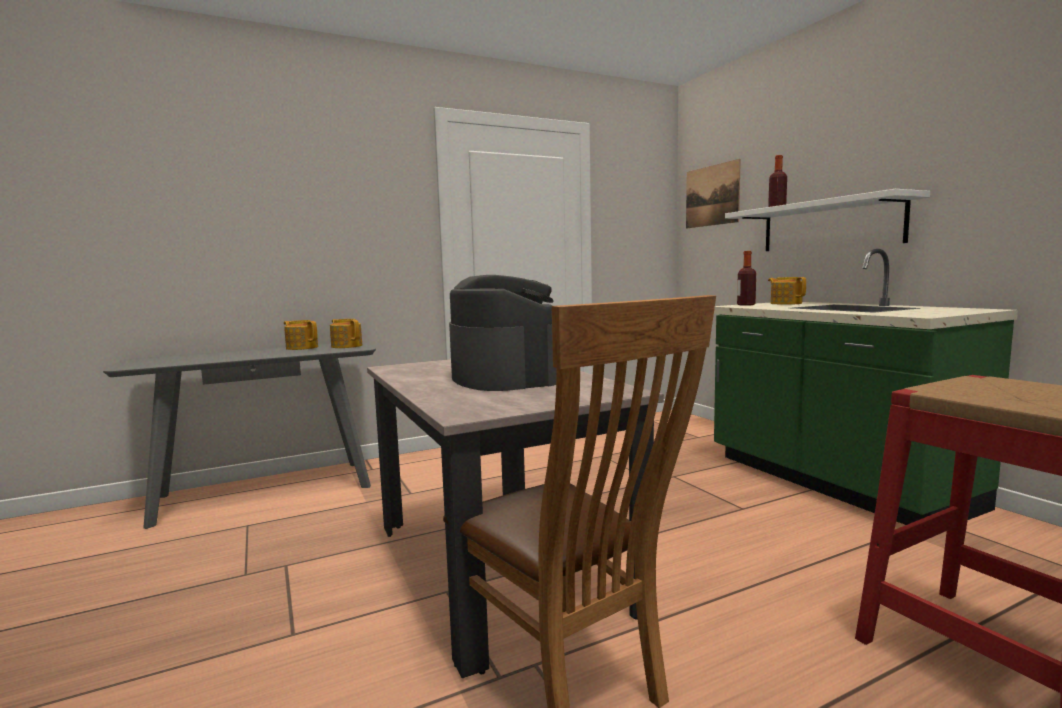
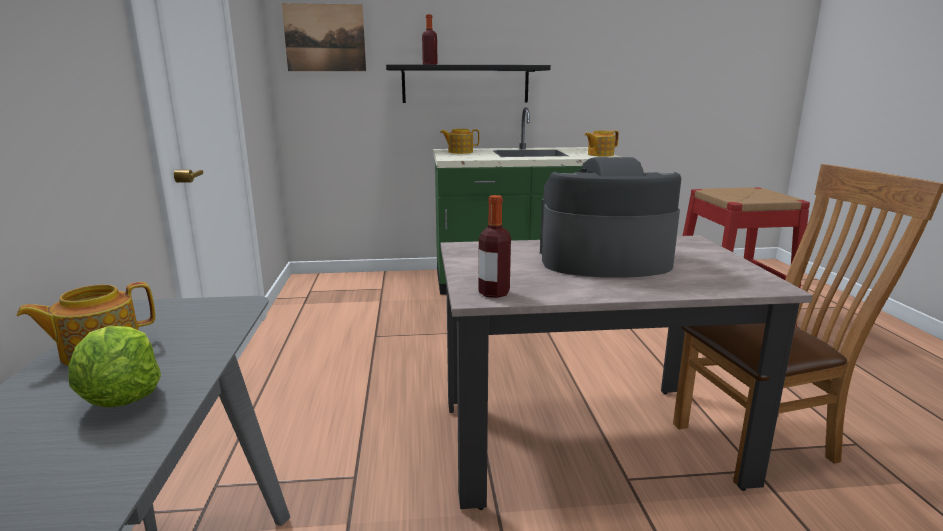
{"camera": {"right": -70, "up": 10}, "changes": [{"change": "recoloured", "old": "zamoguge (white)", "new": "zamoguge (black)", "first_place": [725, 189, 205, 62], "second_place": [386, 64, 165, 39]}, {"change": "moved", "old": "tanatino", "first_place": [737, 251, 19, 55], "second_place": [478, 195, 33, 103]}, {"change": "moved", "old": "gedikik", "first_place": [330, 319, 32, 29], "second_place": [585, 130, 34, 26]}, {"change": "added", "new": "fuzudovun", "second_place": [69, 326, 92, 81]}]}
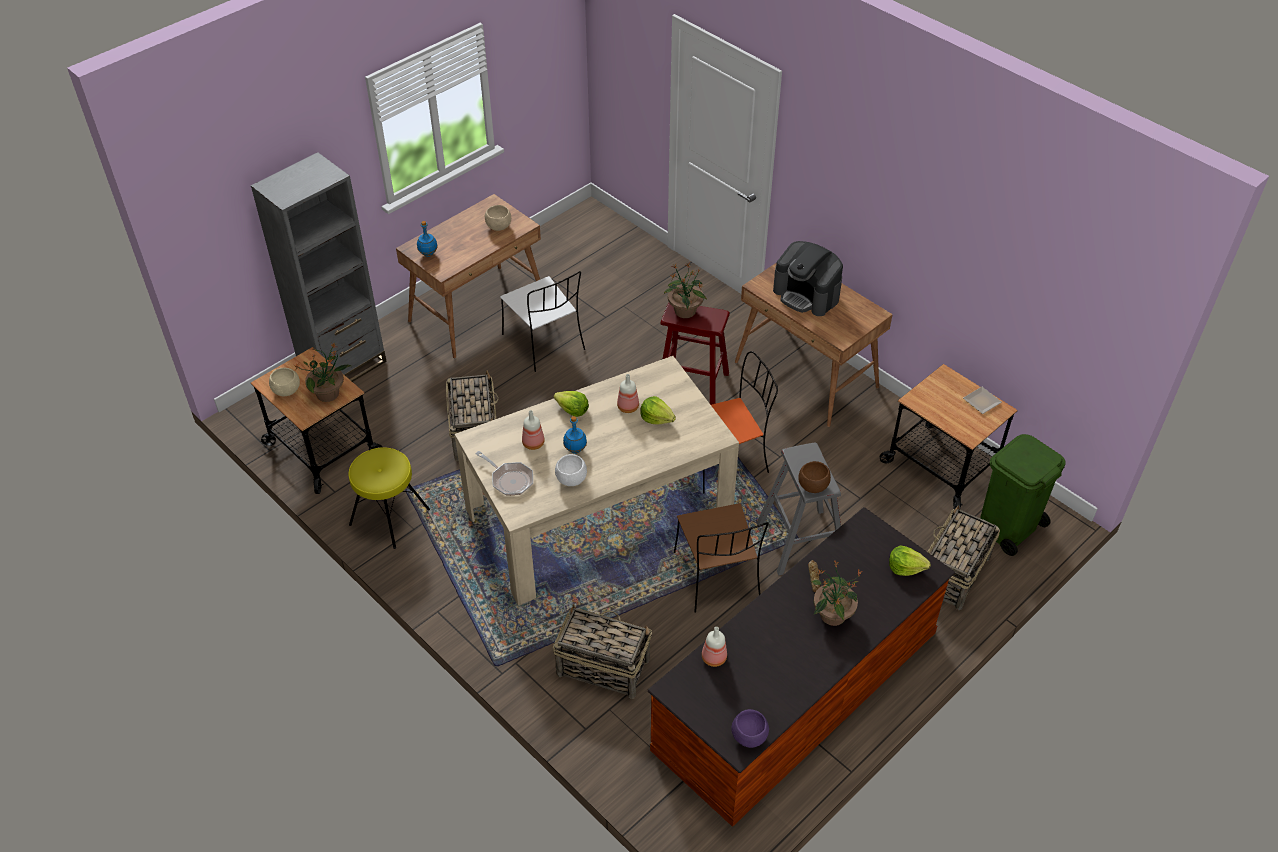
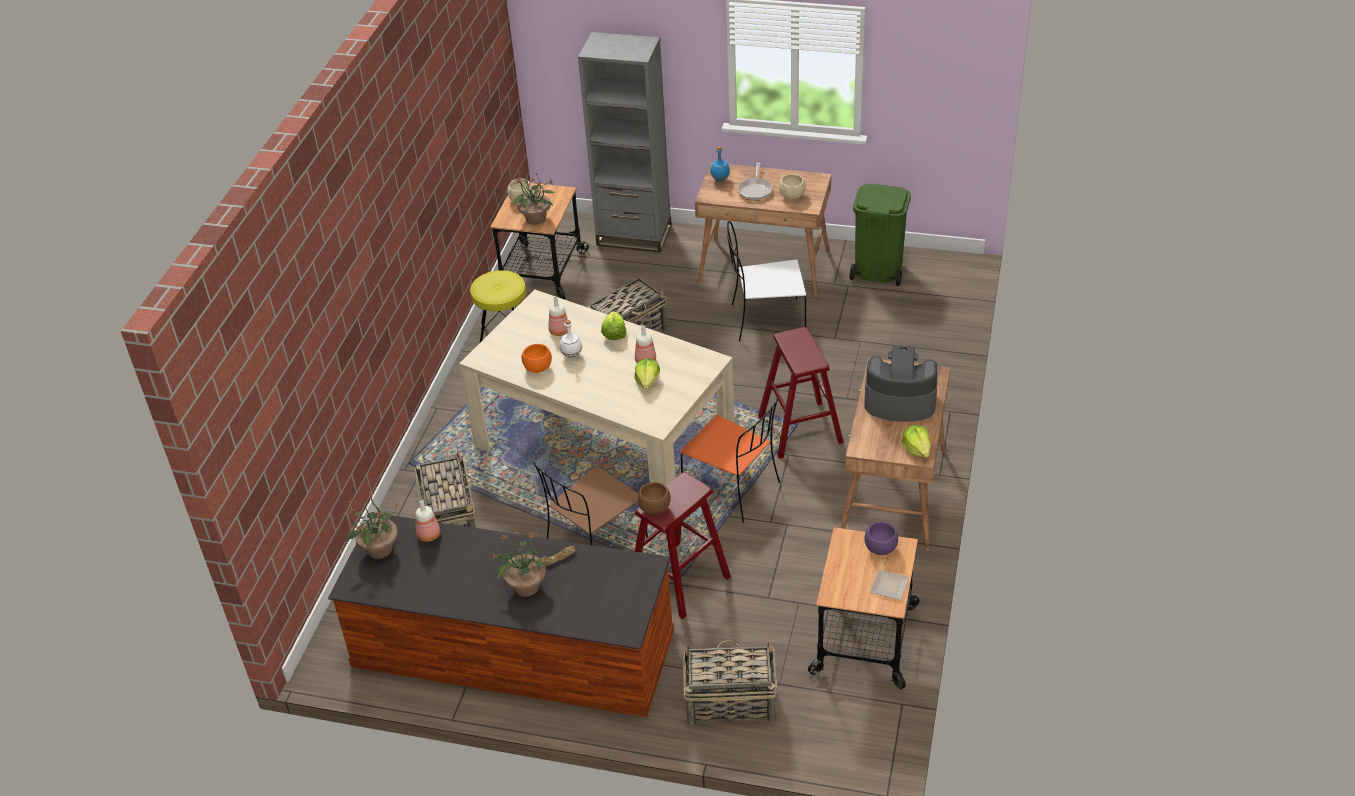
{"camera": {"right": 60, "up": -5}, "changes": [{"change": "turned", "old": "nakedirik", "first_place": [773, 241, 70, 75], "second_place": [864, 346, 74, 76], "degrees": 90}, {"change": "moved", "old": "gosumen", "first_place": [664, 263, 43, 55], "second_place": [344, 492, 54, 67]}, {"change": "turned", "old": "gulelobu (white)", "first_place": [500, 271, 85, 101], "second_place": [727, 221, 79, 121], "degrees": 60}, {"change": "recoloured", "old": "tanatino (blue)", "new": "tanatino (white)", "first_place": [563, 416, 24, 38], "second_place": [560, 320, 22, 38]}, {"change": "moved", "old": "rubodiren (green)", "first_place": [980, 434, 86, 122], "second_place": [850, 184, 61, 102]}, {"change": "recoloured", "old": "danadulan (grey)", "new": "danadulan (red)", "first_place": [757, 443, 84, 133], "second_place": [634, 472, 97, 147]}, {"change": "moved", "old": "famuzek", "first_place": [475, 451, 58, 44], "second_place": [738, 163, 34, 37]}, {"change": "recoloured", "old": "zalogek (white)", "new": "zalogek (orange)", "first_place": [555, 454, 32, 32], "second_place": [521, 344, 31, 29]}, {"change": "moved", "old": "fuzudovun", "first_place": [889, 545, 42, 31], "second_place": [901, 425, 30, 33]}, {"change": "moved", "old": "zalogek (purple)", "first_place": [731, 709, 38, 39], "second_place": [864, 522, 34, 33]}]}
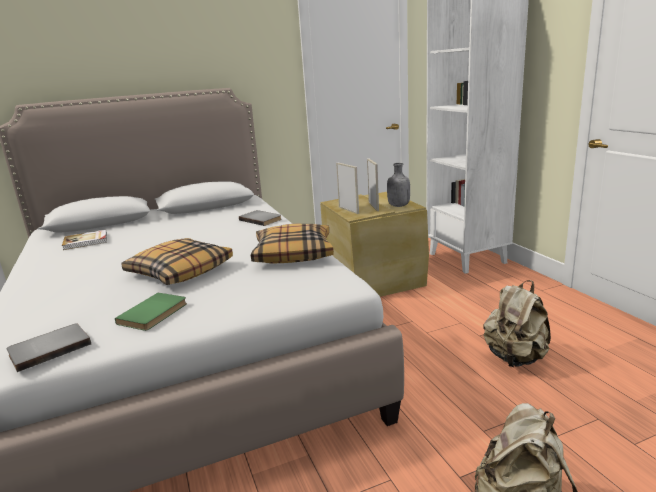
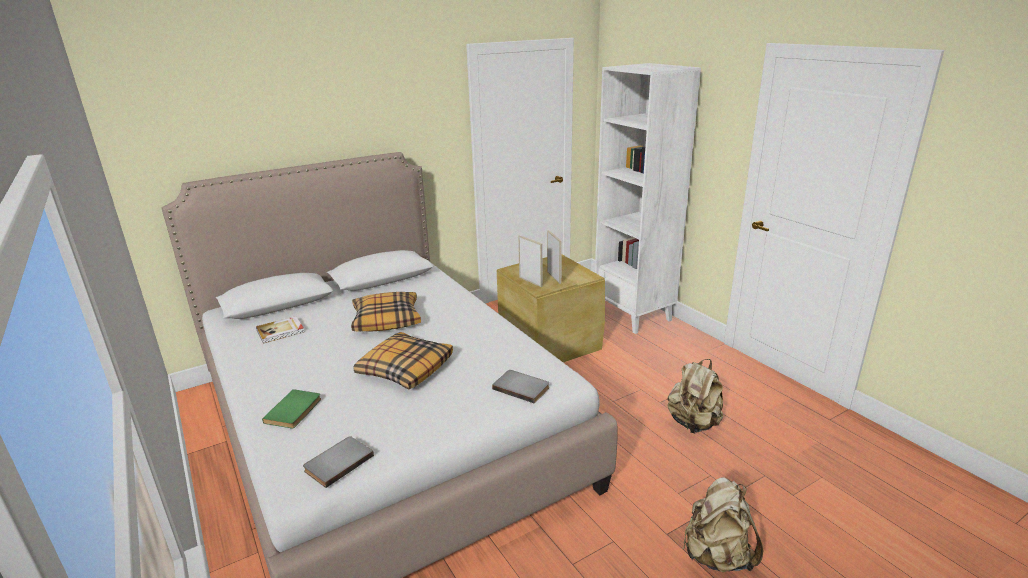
{"camera": {"right": -10, "up": 5}, "changes": [{"change": "removed", "old": "tanatino (grey)", "first_place": [387, 163, 23, 44]}, {"change": "moved", "old": "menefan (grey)", "first_place": [239, 210, 43, 16], "second_place": [492, 370, 57, 34]}, {"change": "moved", "old": "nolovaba", "first_place": [251, 223, 83, 41], "second_place": [351, 292, 70, 40]}, {"change": "moved", "old": "menefan (green)", "first_place": [115, 293, 72, 38], "second_place": [262, 389, 59, 39]}]}
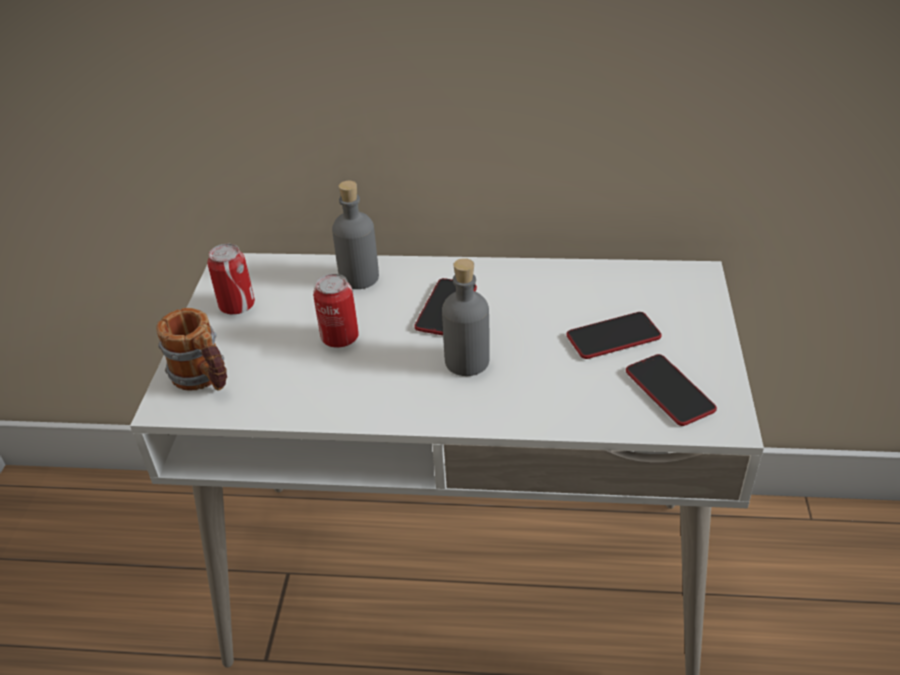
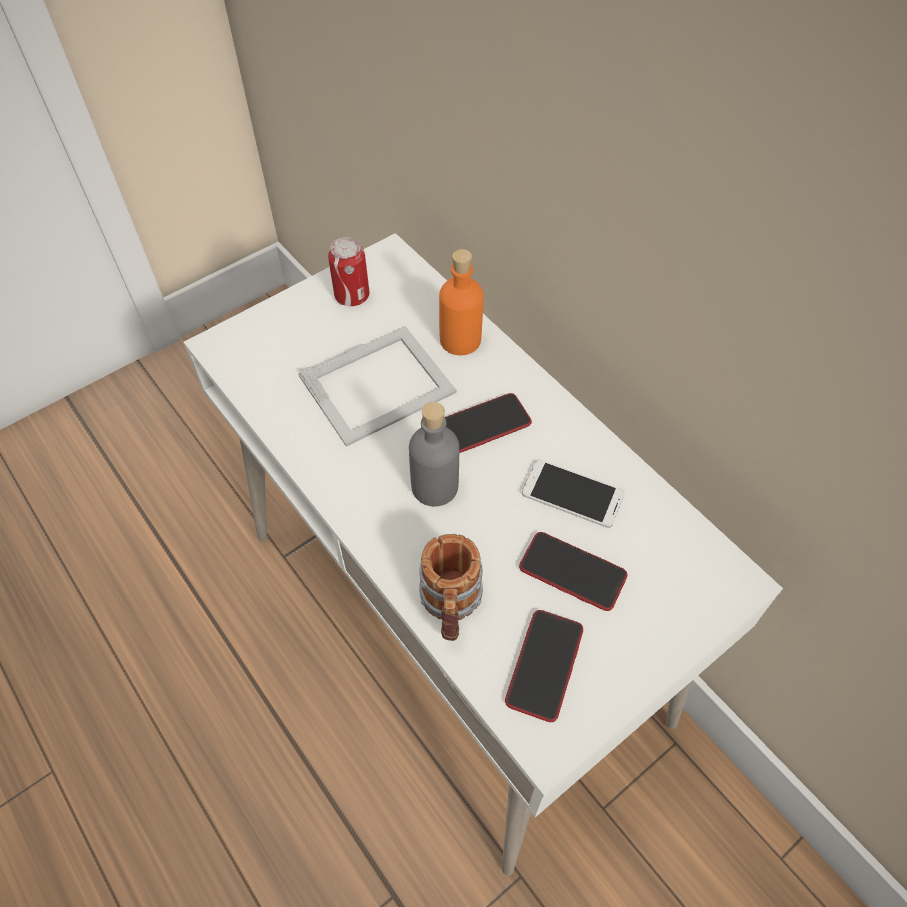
{"camera": {"right": 45, "up": 15}, "changes": [{"change": "recoloured", "old": "tanatino (grey)", "new": "tanatino (orange)", "first_place": [332, 181, 47, 108], "second_place": [439, 249, 45, 106]}, {"change": "replaced", "old": "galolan", "new": "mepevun", "first_place": [313, 274, 46, 74], "second_place": [299, 326, 158, 121]}, {"change": "moved", "old": "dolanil", "first_place": [156, 308, 71, 83], "second_place": [419, 534, 64, 107]}, {"change": "added", "new": "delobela", "second_place": [522, 460, 102, 68]}]}
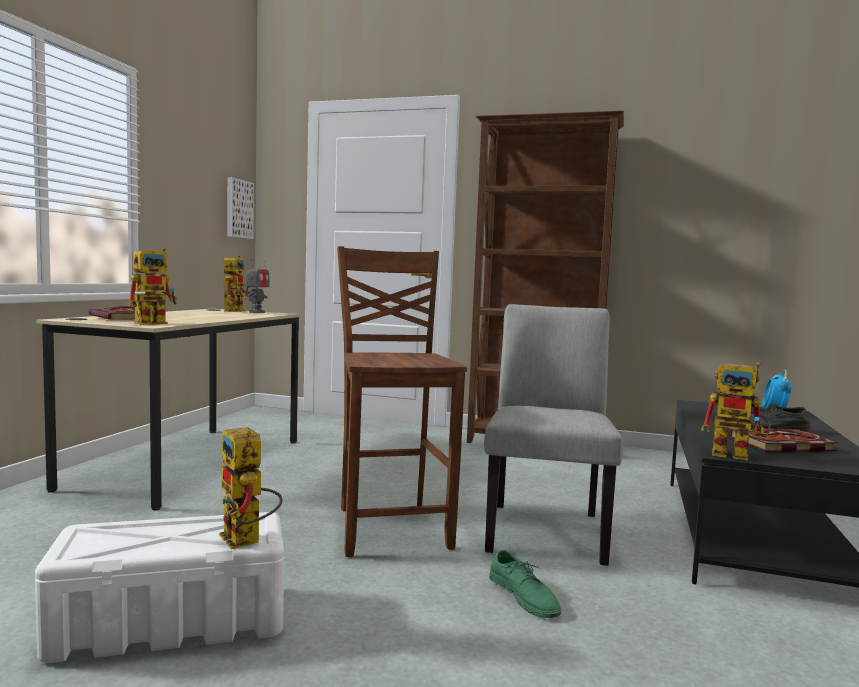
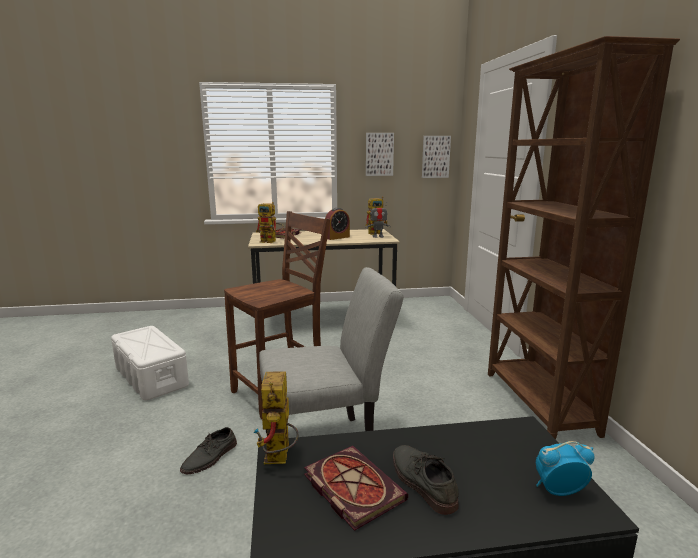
{"camera": {"right": 65, "up": 10}, "changes": [{"change": "removed", "old": "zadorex", "first_place": [219, 427, 63, 122]}, {"change": "recoloured", "old": "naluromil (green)", "new": "naluromil (grey)", "first_place": [489, 550, 72, 68], "second_place": [180, 427, 57, 47]}, {"change": "added", "new": "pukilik", "second_place": [366, 133, 28, 43]}, {"change": "added", "new": "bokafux", "second_place": [325, 208, 25, 32]}]}
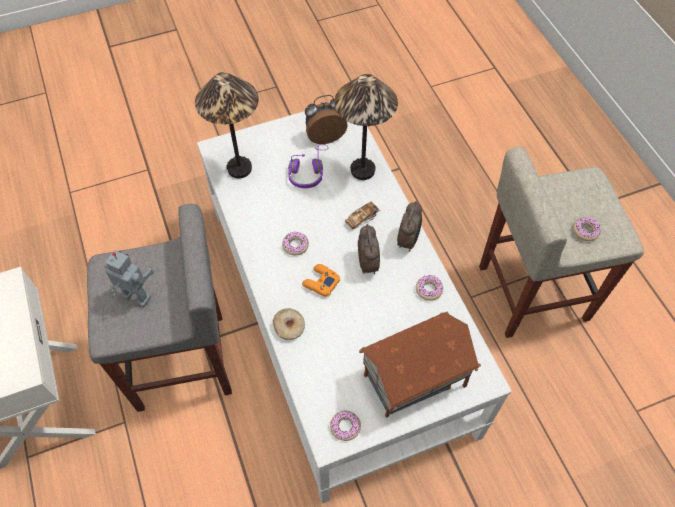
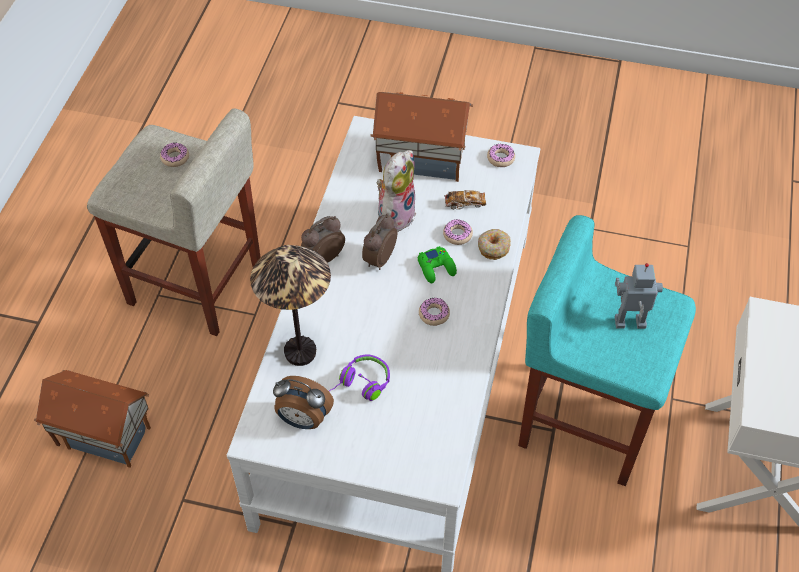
{"camera": {"right": -145, "up": -5}, "changes": [{"change": "removed", "old": "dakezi", "first_place": [195, 72, 64, 106]}, {"change": "moved", "old": "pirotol", "first_place": [345, 202, 36, 28], "second_place": [444, 190, 42, 20]}, {"change": "recoloured", "old": "danadulan (grey)", "new": "danadulan (turquoise)", "first_place": [87, 204, 145, 208], "second_place": [518, 215, 178, 271]}, {"change": "turned", "old": "zadorex", "first_place": [104, 250, 50, 58], "second_place": [615, 263, 48, 66], "degrees": 120}, {"change": "recoloured", "old": "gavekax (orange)", "new": "gavekax (green)", "first_place": [302, 264, 38, 32], "second_place": [418, 246, 39, 37]}, {"change": "moved", "old": "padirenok", "first_place": [416, 275, 27, 26], "second_place": [443, 219, 30, 26]}, {"change": "added", "new": "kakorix", "second_place": [377, 150, 39, 82]}, {"change": "added", "new": "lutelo", "second_place": [34, 370, 117, 97]}]}
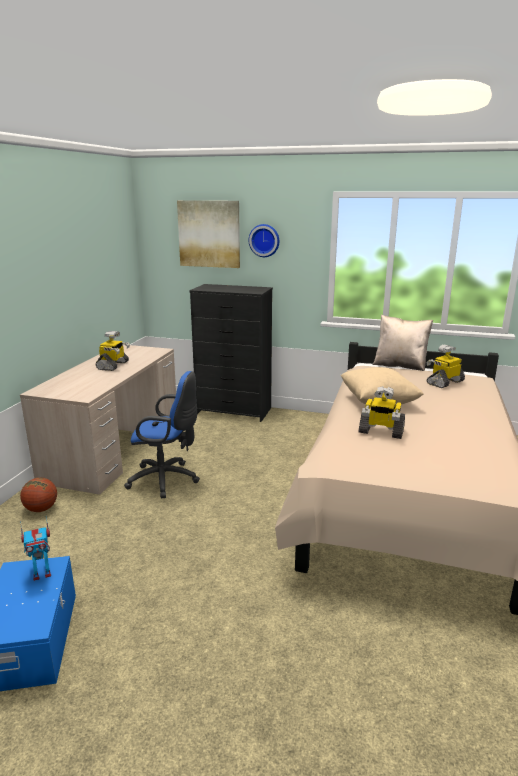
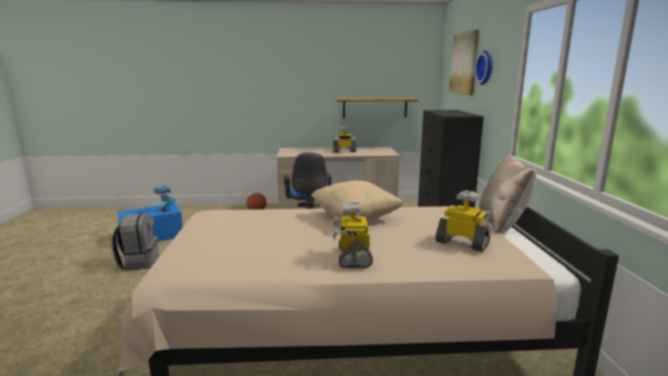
{"camera": {"right": 70, "up": -5}, "changes": [{"change": "moved", "old": "zadorex", "first_place": [359, 386, 46, 53], "second_place": [332, 202, 41, 66]}, {"change": "added", "new": "zamoguge", "second_place": [336, 98, 83, 20]}, {"change": "added", "new": "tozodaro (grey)", "second_place": [112, 213, 47, 58]}]}
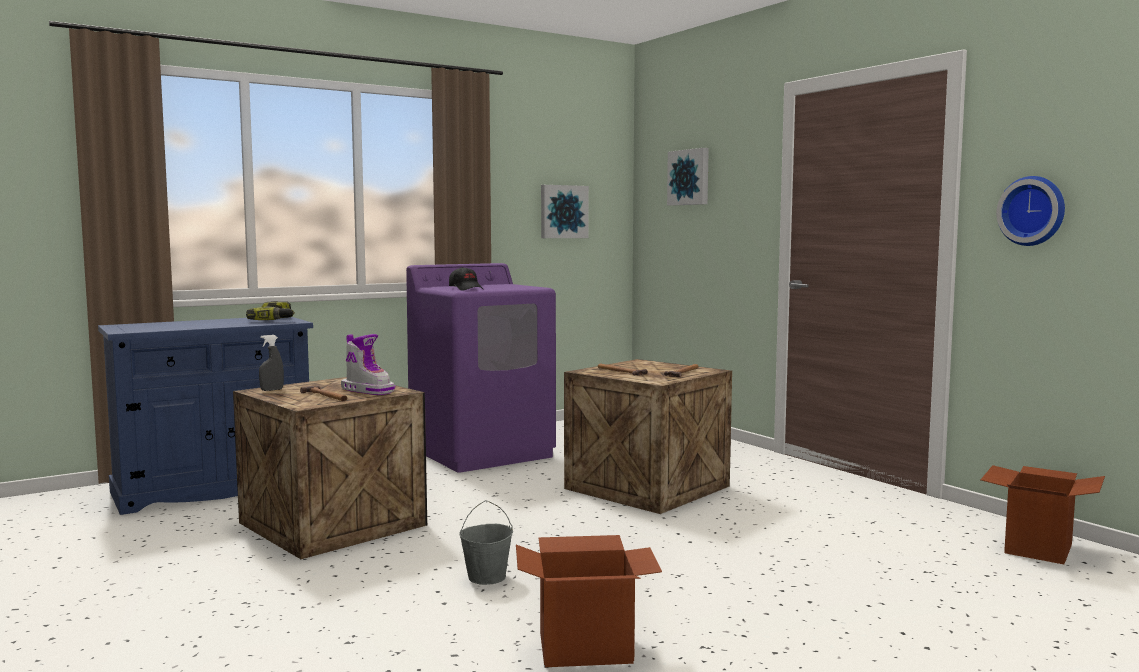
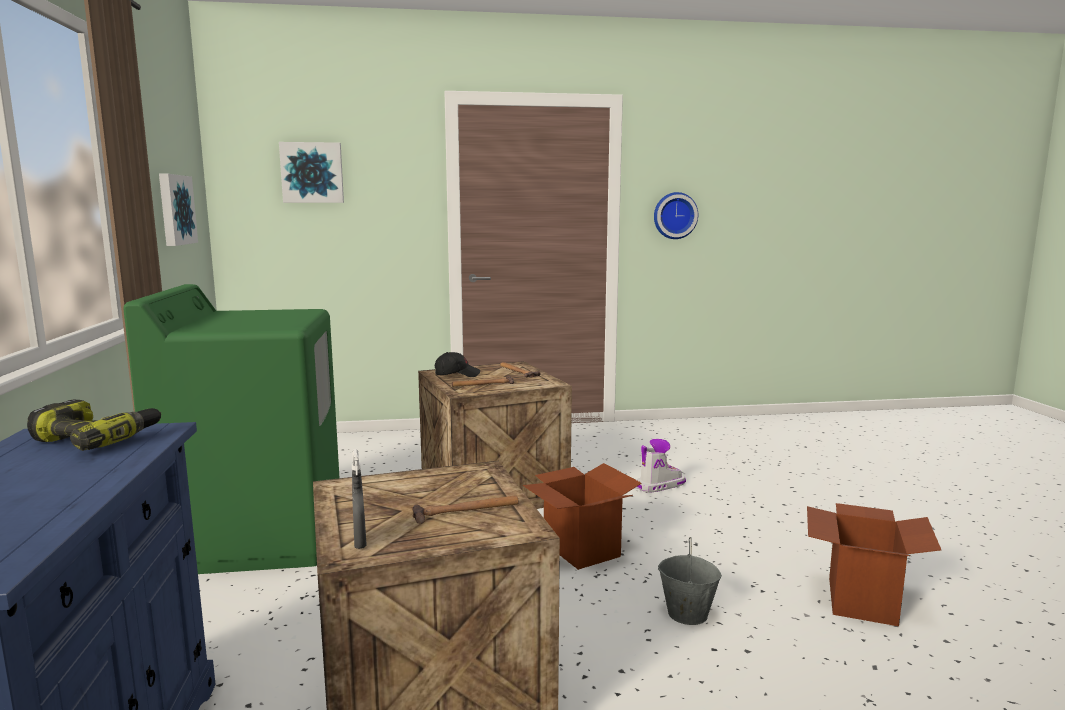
{"camera": {"right": -65, "up": 5}, "changes": [{"change": "recoloured", "old": "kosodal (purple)", "new": "kosodal (green)", "first_place": [406, 263, 150, 210], "second_place": [123, 284, 217, 290]}, {"change": "moved", "old": "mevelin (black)", "first_place": [449, 267, 34, 24], "second_place": [435, 352, 45, 25]}, {"change": "moved", "old": "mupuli", "first_place": [341, 334, 54, 61], "second_place": [636, 439, 50, 54]}, {"change": "moved", "old": "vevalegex", "first_place": [981, 465, 124, 99], "second_place": [523, 463, 119, 107]}]}
